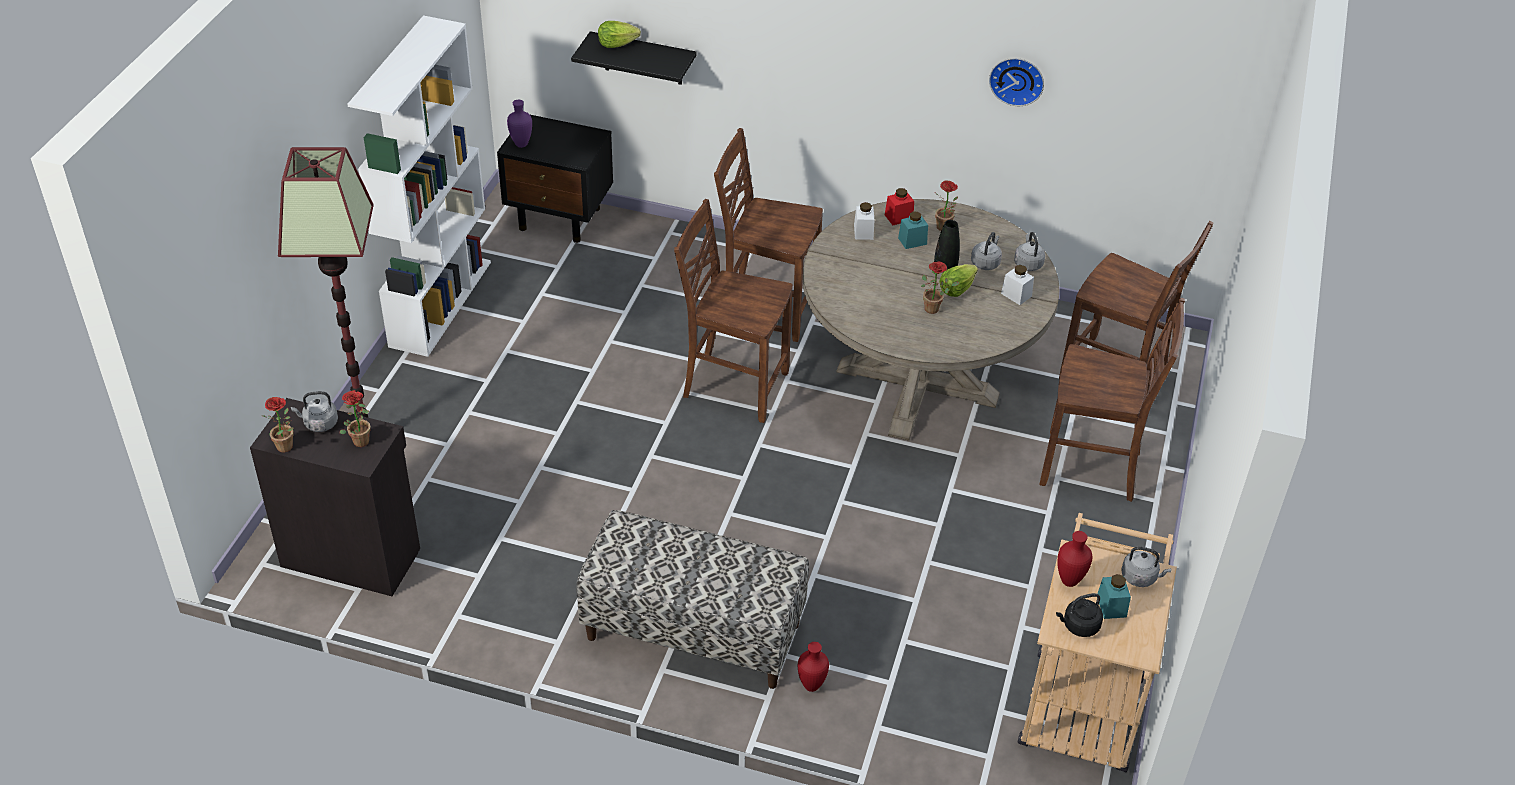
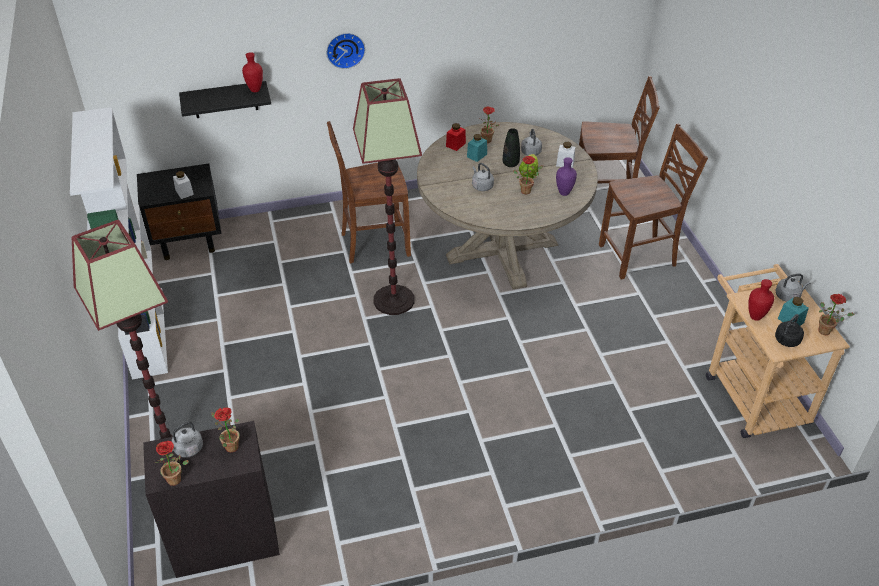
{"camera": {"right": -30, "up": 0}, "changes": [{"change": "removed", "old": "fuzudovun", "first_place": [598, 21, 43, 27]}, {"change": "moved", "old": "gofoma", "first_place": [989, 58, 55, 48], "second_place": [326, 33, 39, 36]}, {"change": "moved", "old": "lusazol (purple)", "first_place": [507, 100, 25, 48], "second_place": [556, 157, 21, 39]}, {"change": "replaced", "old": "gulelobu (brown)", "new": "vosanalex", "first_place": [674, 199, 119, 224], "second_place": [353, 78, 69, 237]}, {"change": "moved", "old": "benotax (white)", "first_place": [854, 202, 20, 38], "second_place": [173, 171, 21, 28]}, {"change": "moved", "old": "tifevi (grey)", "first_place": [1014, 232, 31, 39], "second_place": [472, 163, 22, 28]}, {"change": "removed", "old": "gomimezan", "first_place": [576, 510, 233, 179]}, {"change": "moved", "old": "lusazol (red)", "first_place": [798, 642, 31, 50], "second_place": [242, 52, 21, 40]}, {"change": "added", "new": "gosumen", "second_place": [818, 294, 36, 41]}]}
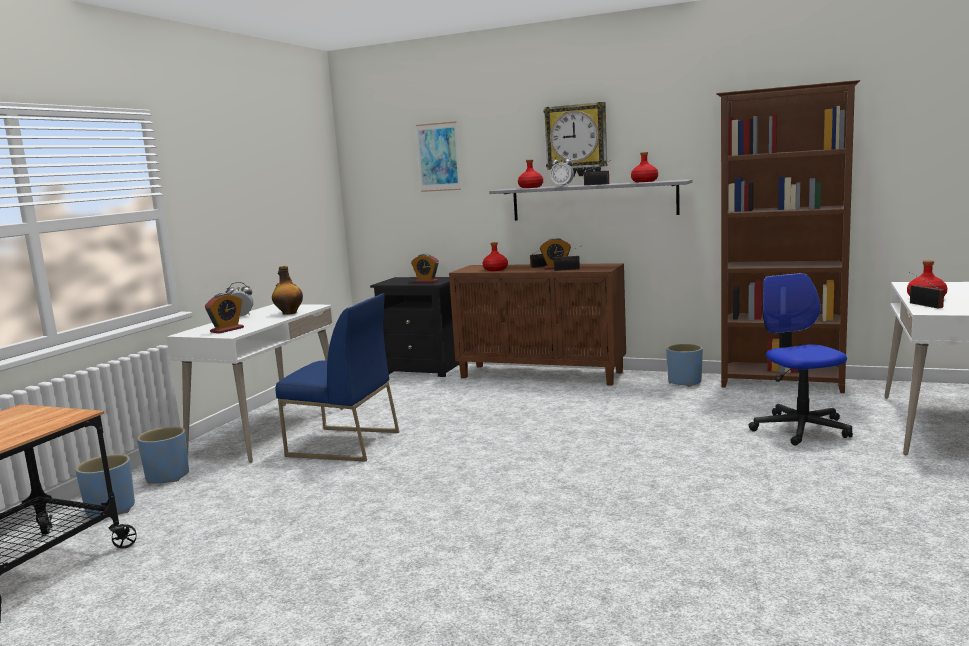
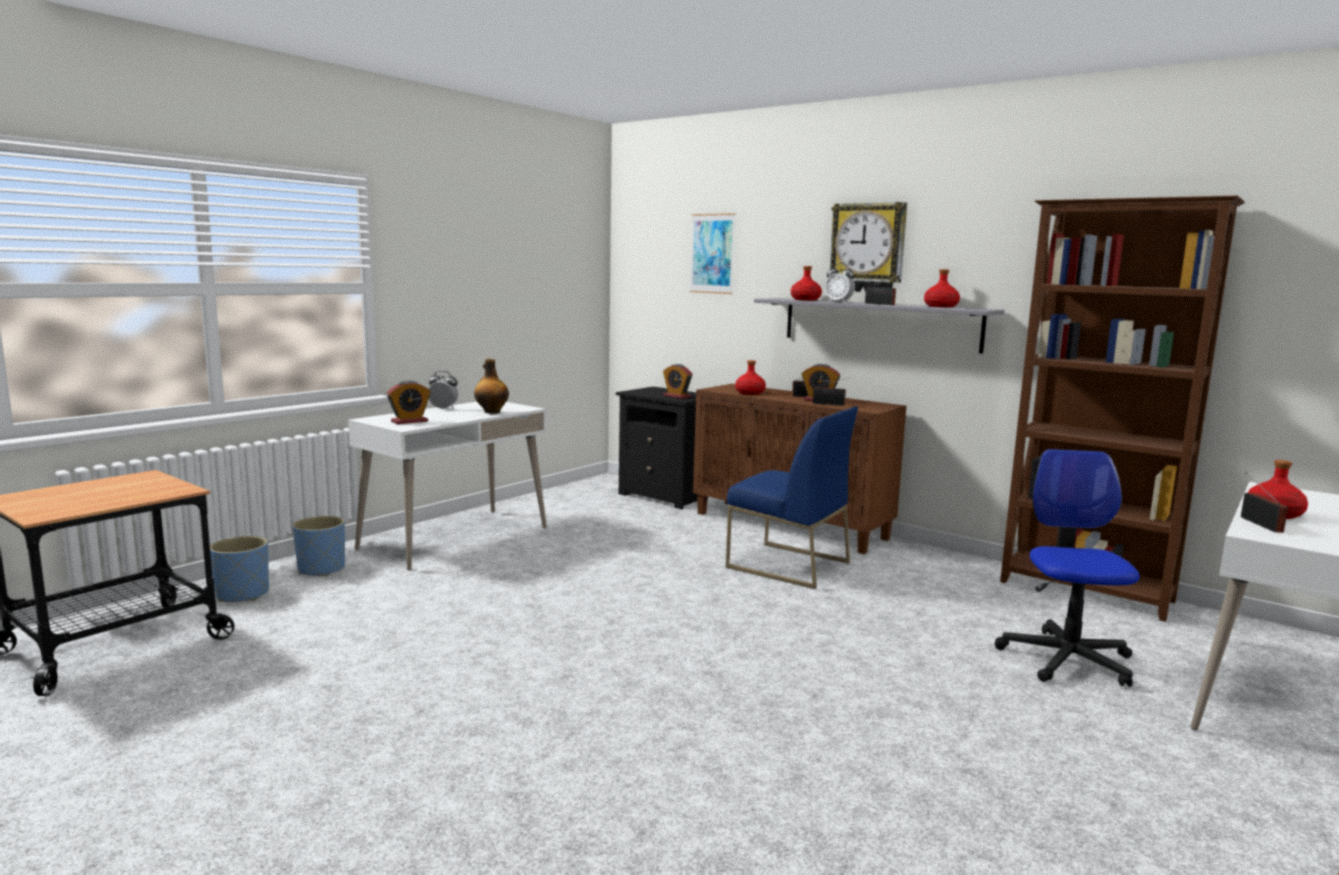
{"camera": {"right": 15, "up": 0}, "changes": [{"change": "moved", "old": "gulelobu (blue)", "first_place": [276, 293, 123, 169], "second_place": [726, 406, 132, 183]}, {"change": "removed", "old": "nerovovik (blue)", "first_place": [666, 343, 37, 44]}]}
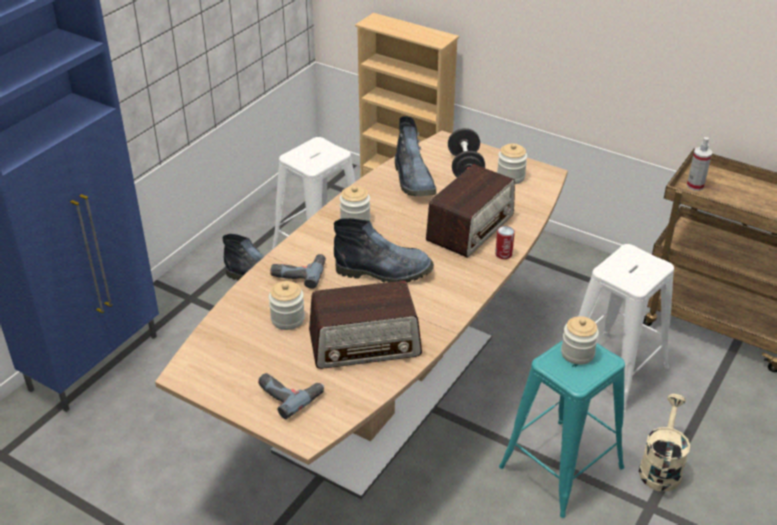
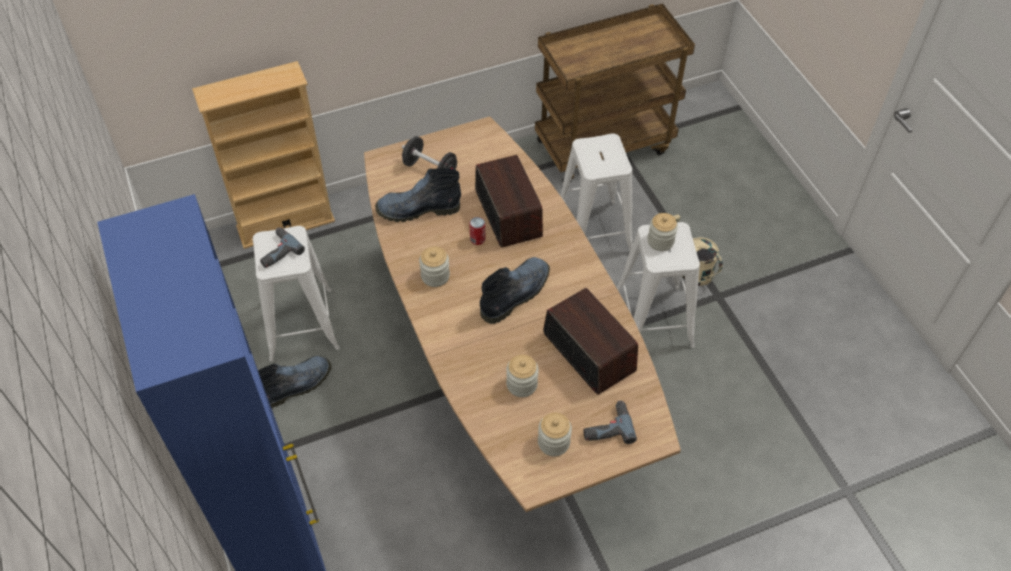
{"camera": {"right": -55, "up": 15}, "changes": [{"change": "turned", "old": "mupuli", "first_place": [395, 116, 41, 80], "second_place": [375, 168, 86, 54], "degrees": 150}, {"change": "removed", "old": "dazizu", "first_place": [687, 137, 25, 54]}, {"change": "moved", "old": "benotax", "first_place": [497, 143, 30, 41], "second_place": [538, 413, 34, 43]}, {"change": "moved", "old": "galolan", "first_place": [495, 226, 20, 33], "second_place": [469, 217, 16, 28]}, {"change": "moved", "old": "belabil", "first_place": [270, 254, 56, 35], "second_place": [260, 227, 45, 41]}, {"change": "turned", "old": "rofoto", "first_place": [309, 281, 113, 88], "second_place": [543, 288, 95, 107], "degrees": -60}, {"change": "recoloured", "old": "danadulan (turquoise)", "new": "danadulan (white)", "first_place": [499, 340, 126, 178], "second_place": [617, 222, 83, 126]}]}
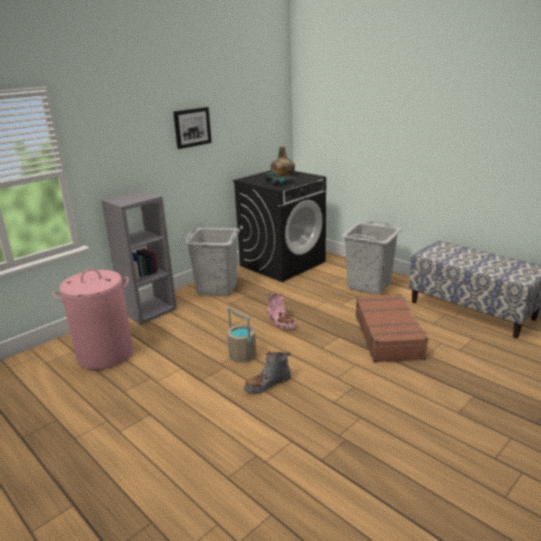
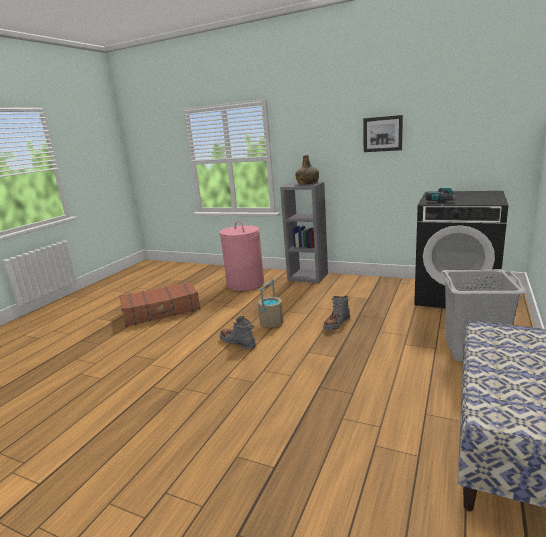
{"camera": {"right": 70, "up": -5}, "changes": [{"change": "moved", "old": "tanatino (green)", "first_place": [271, 147, 24, 30], "second_place": [295, 155, 24, 29]}, {"change": "removed", "old": "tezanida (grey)", "first_place": [184, 228, 56, 68]}, {"change": "recoloured", "old": "mupuli (pink)", "new": "mupuli (grey)", "first_place": [267, 294, 29, 35], "second_place": [323, 296, 27, 34]}, {"change": "moved", "old": "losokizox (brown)", "first_place": [356, 294, 72, 69], "second_place": [120, 281, 80, 46]}]}
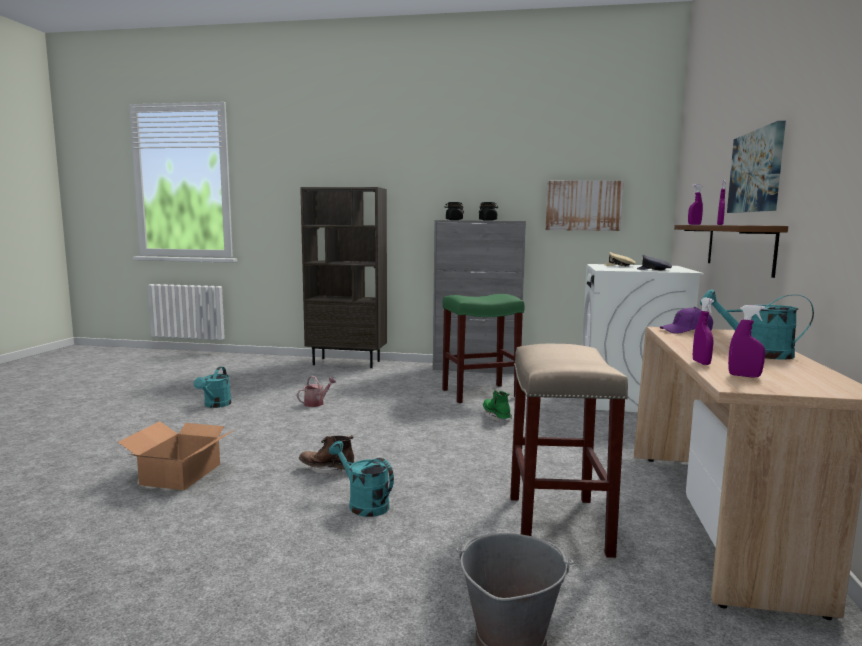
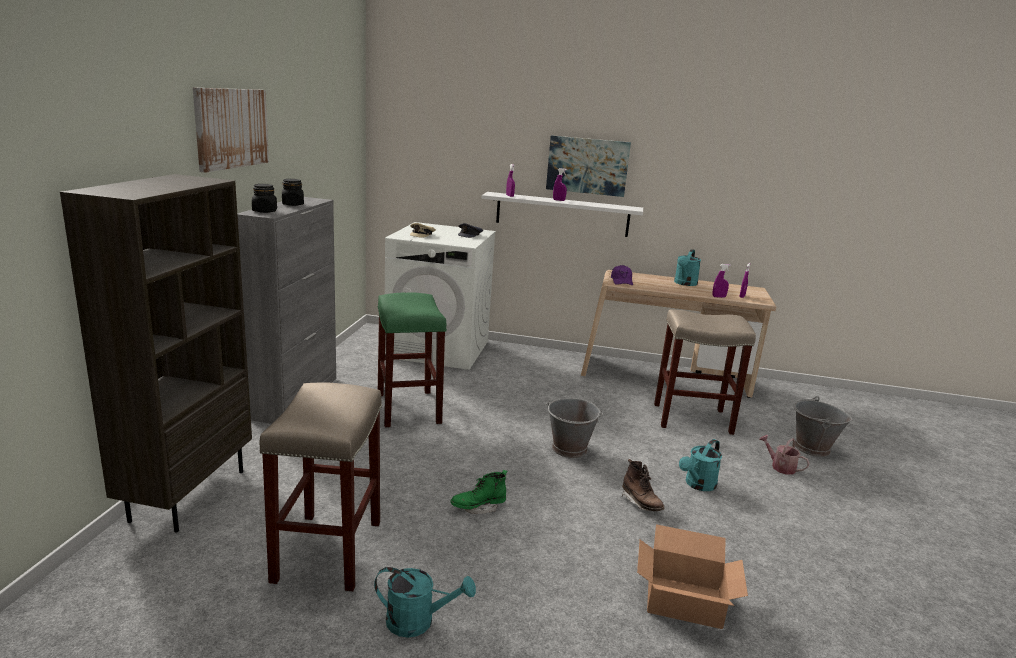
{"camera": {"right": -90, "up": 10}, "changes": [{"change": "moved", "old": "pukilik", "first_place": [546, 181, 78, 50], "second_place": [193, 87, 76, 86]}, {"change": "recoloured", "old": "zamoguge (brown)", "new": "zamoguge (white)", "first_place": [674, 225, 114, 53], "second_place": [481, 192, 162, 45]}, {"change": "moved", "old": "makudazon", "first_place": [297, 376, 39, 31], "second_place": [759, 435, 51, 40]}, {"change": "moved", "old": "mupuli (green)", "first_place": [483, 390, 29, 32], "second_place": [450, 470, 58, 44]}, {"change": "turned", "old": "mupuli (brown)", "first_place": [299, 435, 55, 41], "second_place": [621, 459, 44, 52], "degrees": -45}, {"change": "added", "new": "danadulan (beige)", "second_place": [259, 382, 123, 209]}, {"change": "added", "new": "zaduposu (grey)", "second_place": [546, 398, 57, 60]}]}
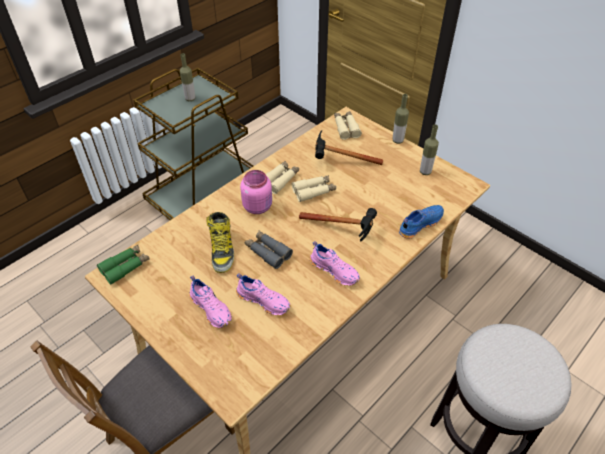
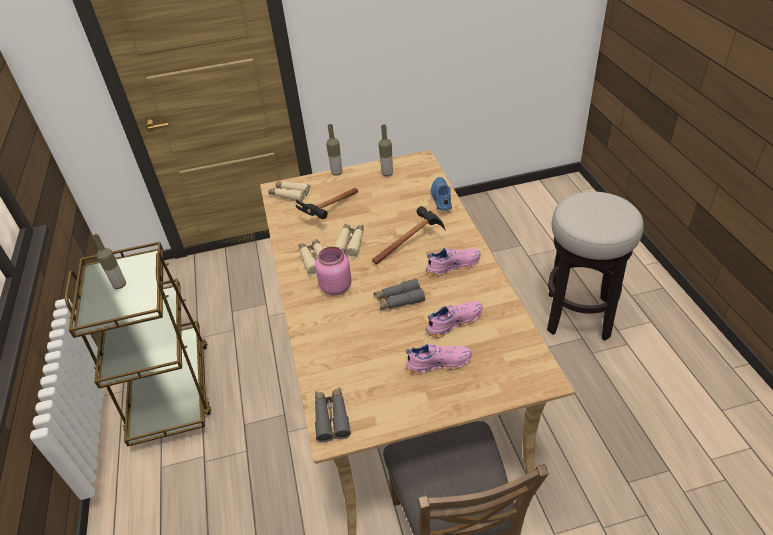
{"camera": {"right": -55, "up": -5}, "changes": [{"change": "removed", "old": "mupuli", "first_place": [207, 212, 27, 61]}, {"change": "recoloured", "old": "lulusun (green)", "new": "lulusun (grey)", "first_place": [97, 245, 53, 40], "second_place": [315, 387, 36, 56]}]}
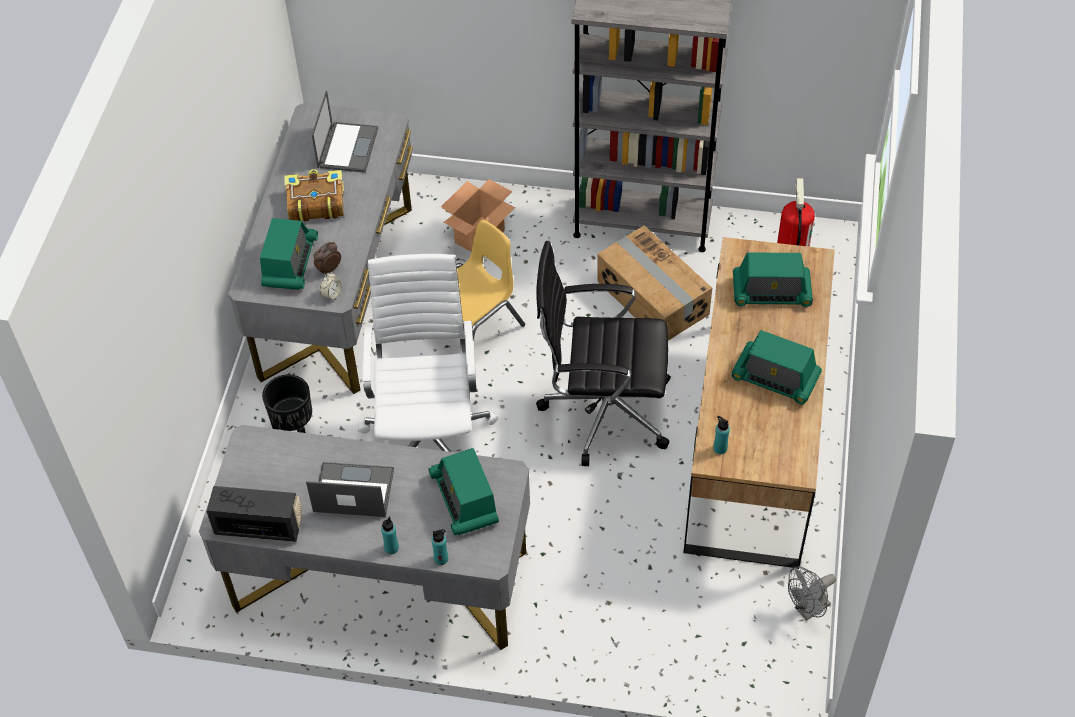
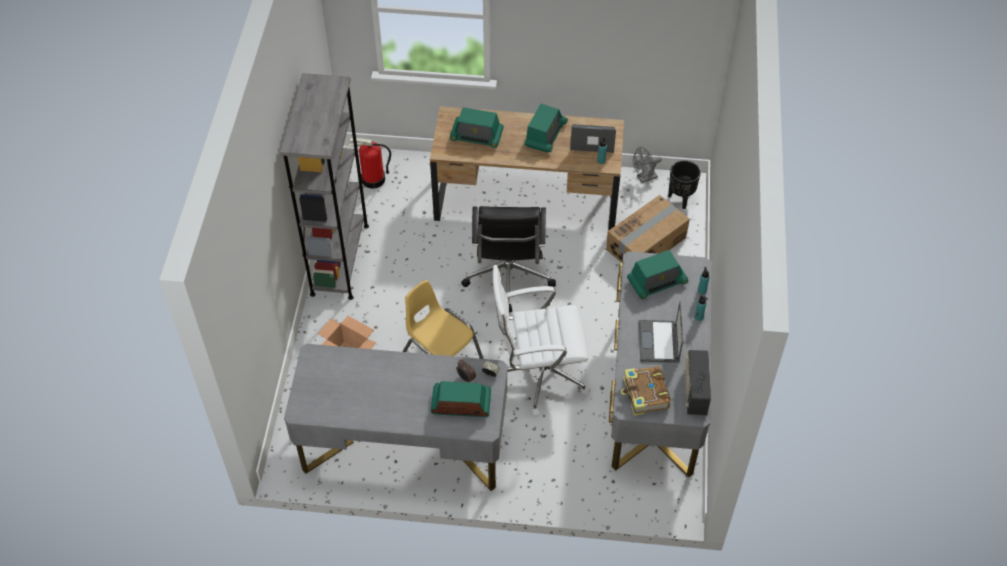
{"camera": {"right": -95, "up": 0}, "changes": [{"change": "moved", "old": "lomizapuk", "first_place": [312, 90, 66, 83], "second_place": [570, 124, 46, 29]}, {"change": "moved", "old": "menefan", "first_place": [284, 169, 60, 52], "second_place": [621, 366, 49, 50]}, {"change": "moved", "old": "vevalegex", "first_place": [597, 226, 115, 115], "second_place": [606, 195, 84, 68]}, {"change": "turned", "old": "rofoto", "first_place": [733, 252, 80, 55], "second_place": [450, 107, 54, 41], "degrees": 105}, {"change": "moved", "old": "nerovovik (black)", "first_place": [262, 374, 50, 59], "second_place": [668, 161, 33, 48]}, {"change": "turned", "old": "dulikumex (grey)", "first_place": [788, 567, 48, 54], "second_place": [633, 147, 29, 36], "degrees": 105}]}
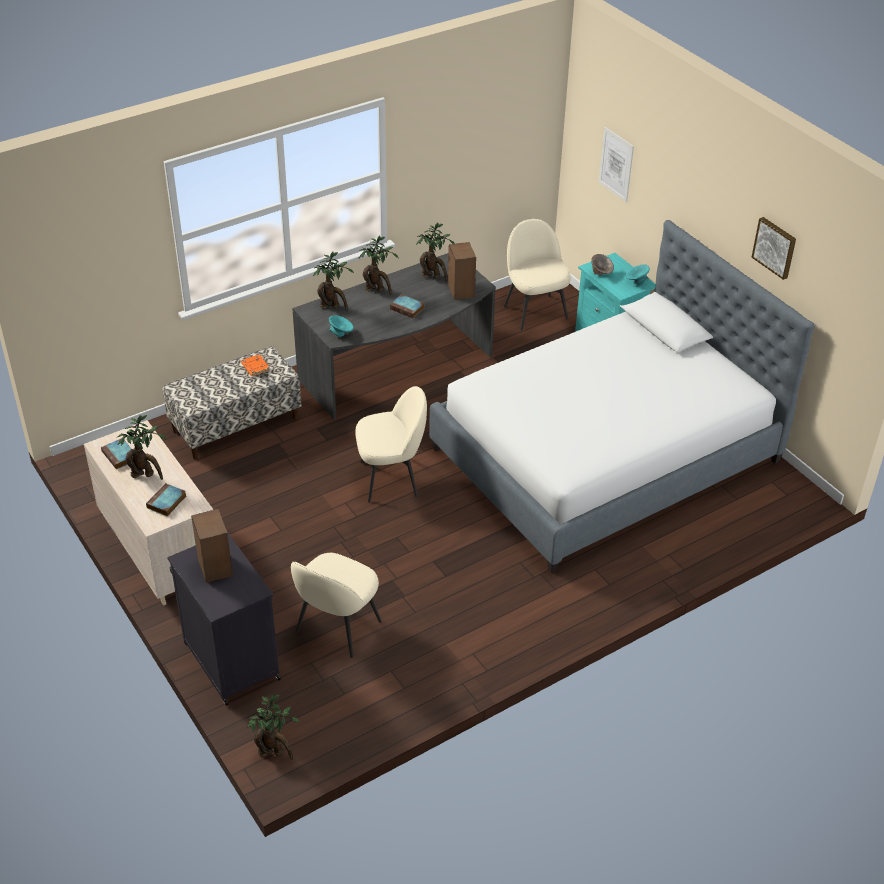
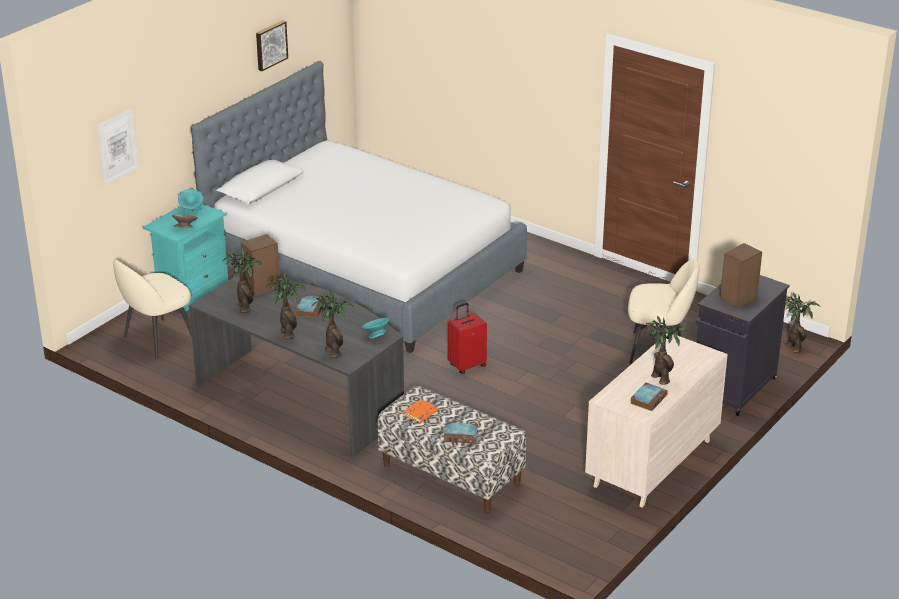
{"camera": {"right": -110, "up": -10}, "changes": [{"change": "replaced", "old": "gulelobu (beige)", "new": "losokizox (red)", "first_place": [355, 386, 72, 117], "second_place": [448, 303, 39, 71]}, {"change": "moved", "old": "menefan", "first_place": [146, 483, 40, 33], "second_place": [444, 422, 34, 22]}]}
